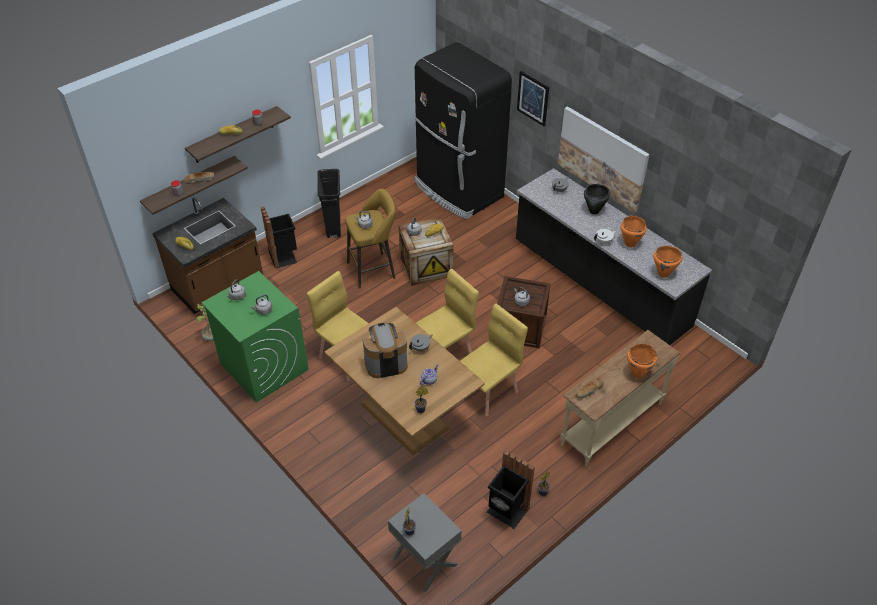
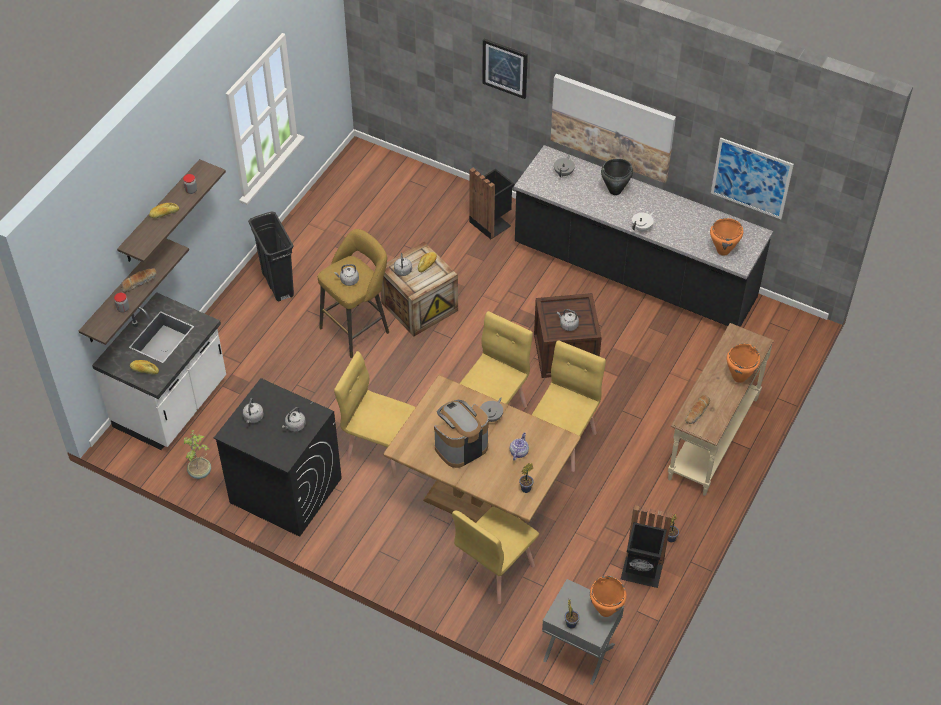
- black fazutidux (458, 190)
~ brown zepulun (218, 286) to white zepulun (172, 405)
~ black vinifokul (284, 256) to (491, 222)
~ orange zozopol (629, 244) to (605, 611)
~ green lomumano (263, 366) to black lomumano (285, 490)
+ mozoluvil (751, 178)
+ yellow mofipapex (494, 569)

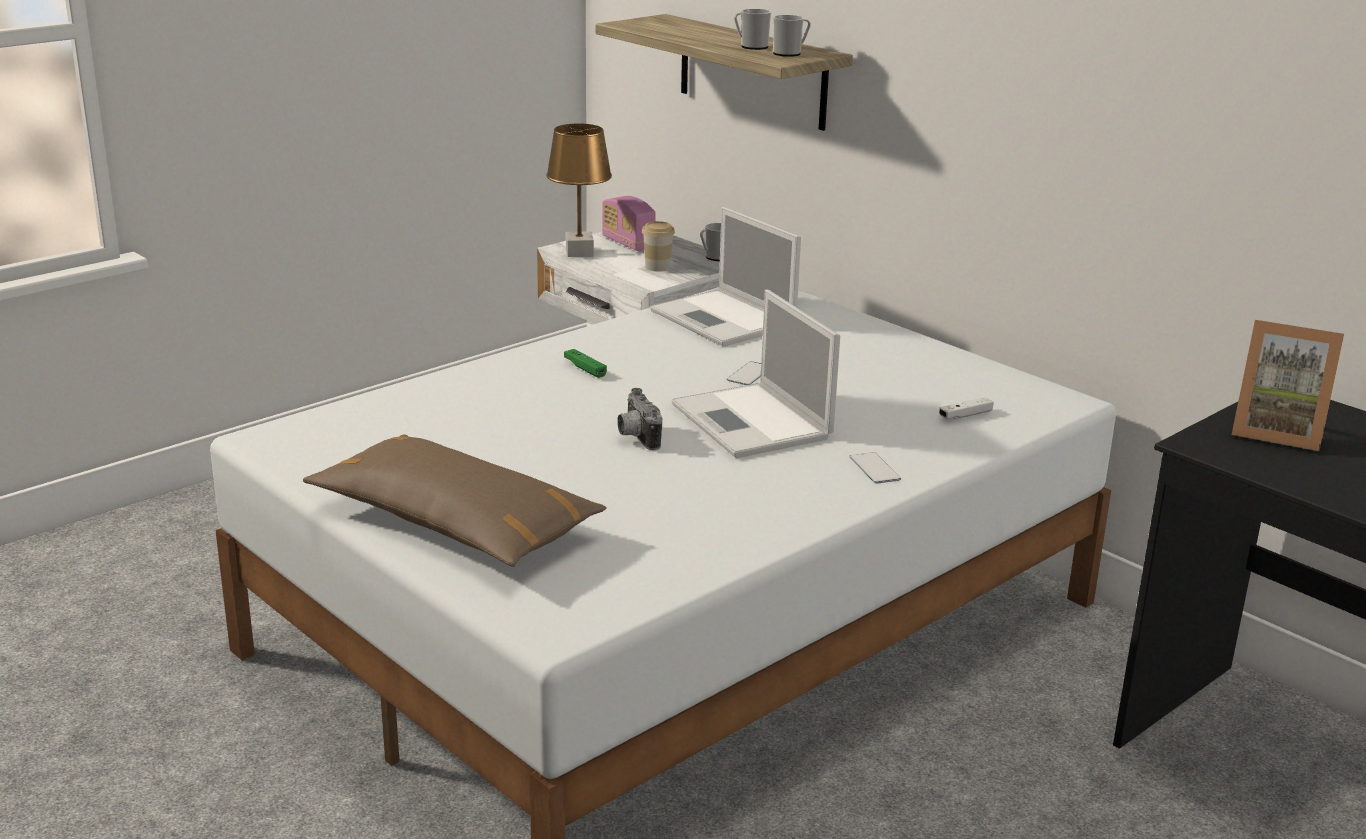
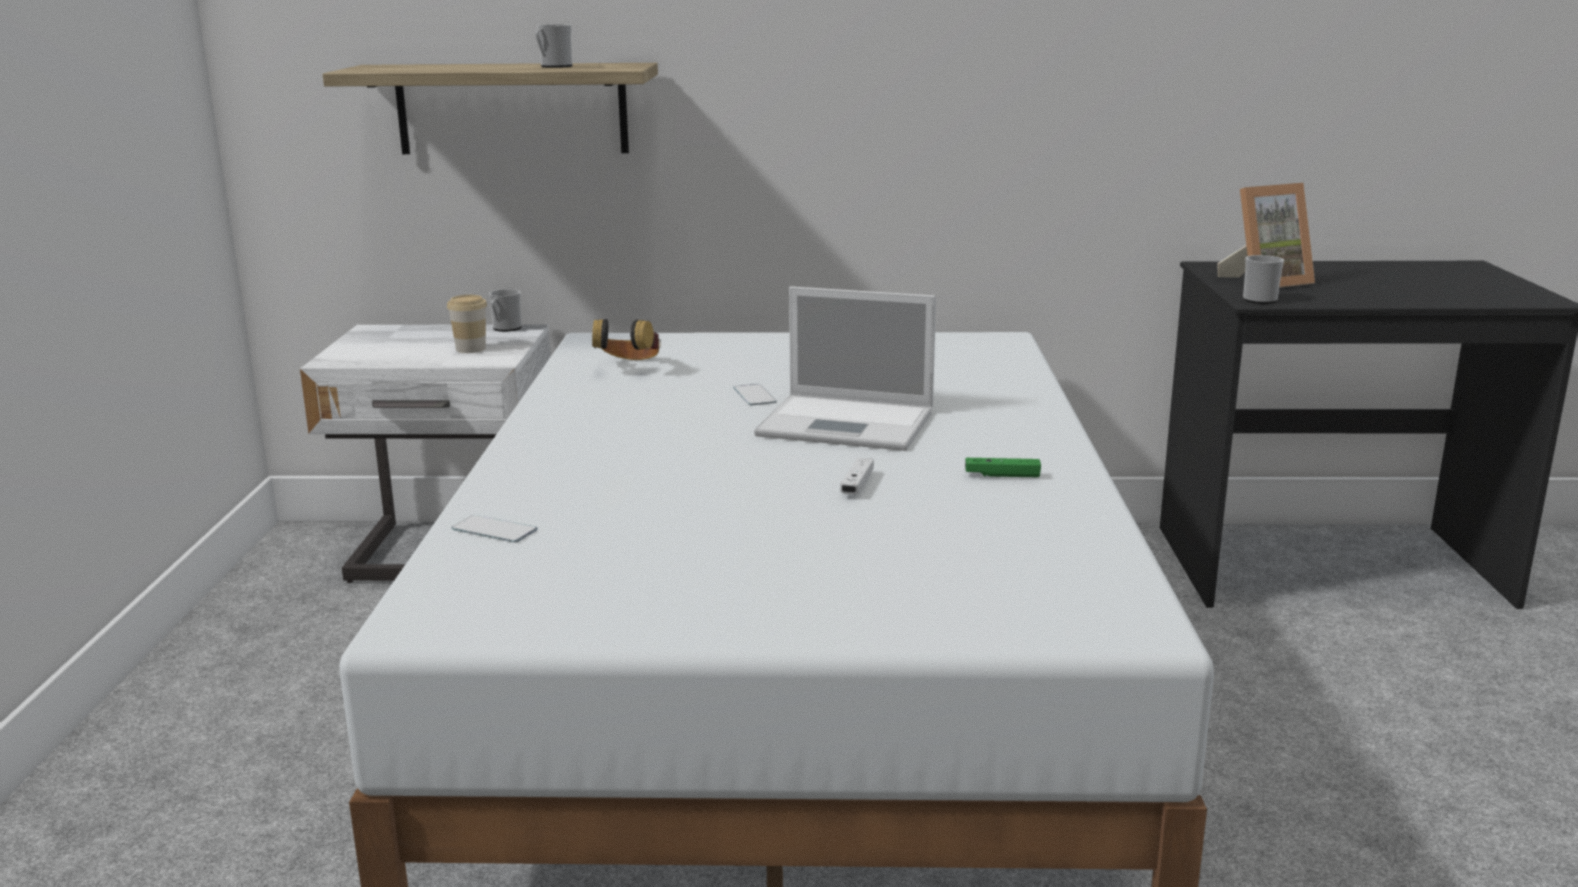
~ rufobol (790, 53) to (1261, 299)
- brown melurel (580, 252)
- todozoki (628, 243)
~ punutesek (725, 319) to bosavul (628, 368)
~ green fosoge (585, 369) to (1002, 475)
- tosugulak (635, 437)
~ white fosoge (965, 415) to (857, 485)
- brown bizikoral (454, 523)
~ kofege (874, 468) to (494, 530)

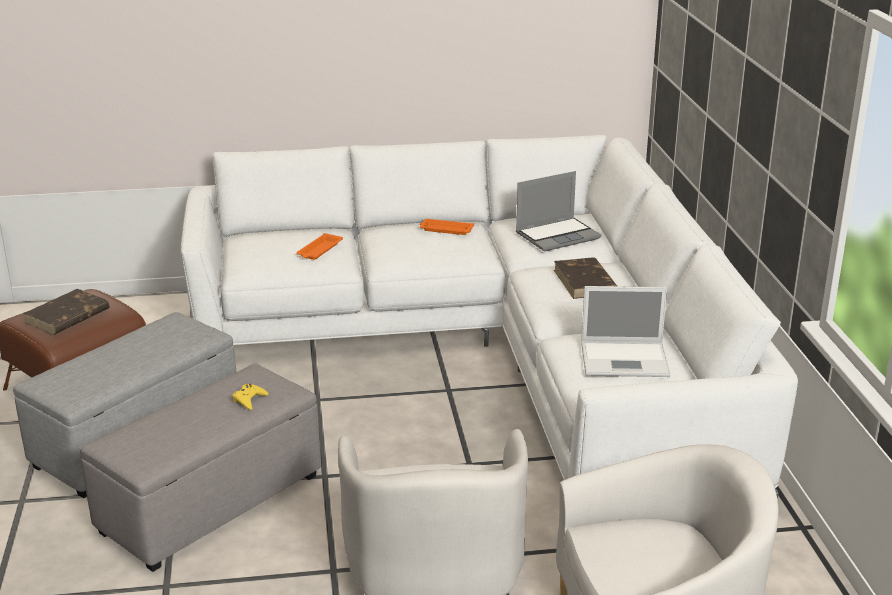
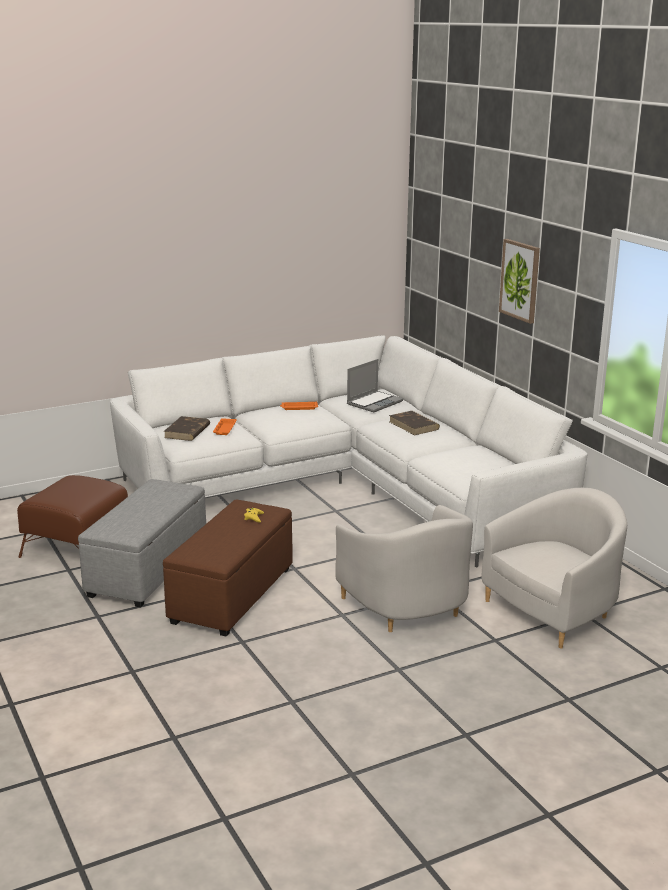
- punutesek (626, 359)
~ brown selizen (67, 316) to (187, 431)
~ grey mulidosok (210, 504) to brown mulidosok (231, 596)
+ mozoluvil (520, 280)

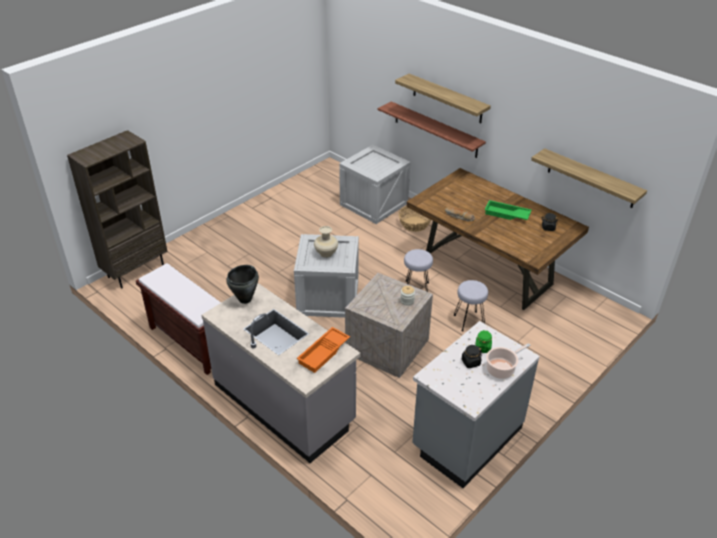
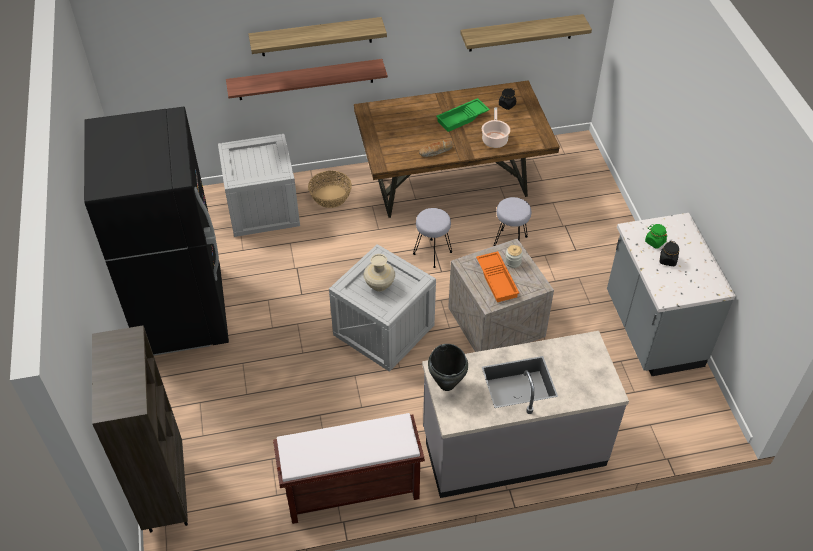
~ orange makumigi (324, 353) to (498, 279)
~ zozopol (502, 369) to (494, 139)
+ black fazutidux (182, 312)

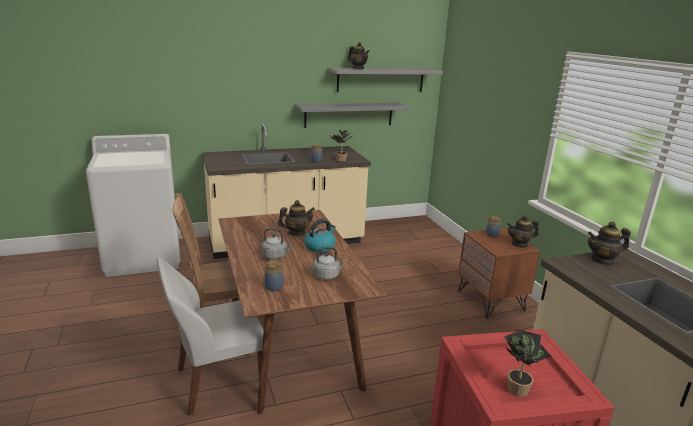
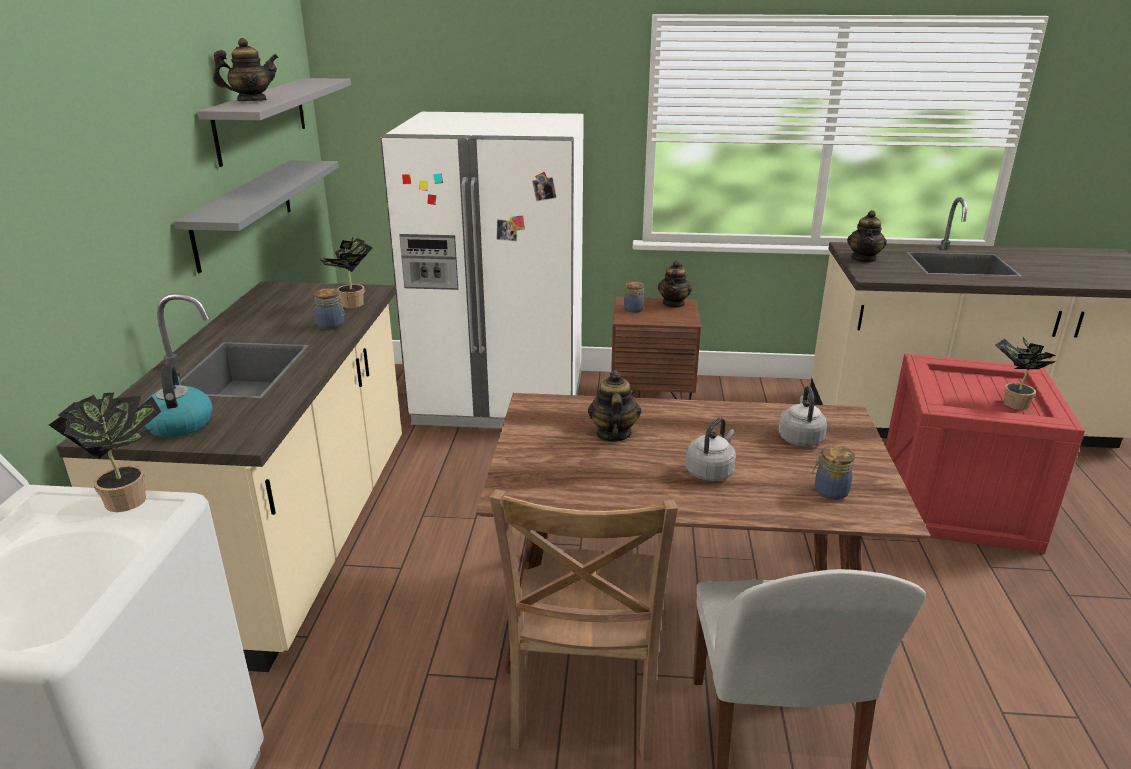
~ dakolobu (320, 247) to (179, 424)
+ white fazutidux (500, 399)
+ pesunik (131, 498)

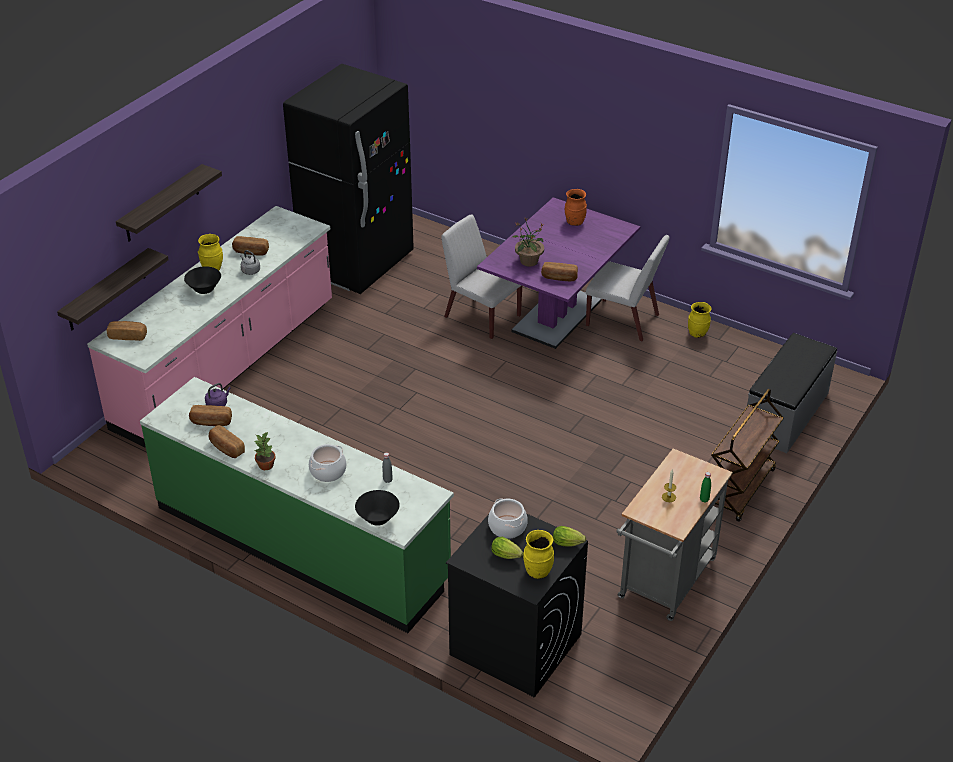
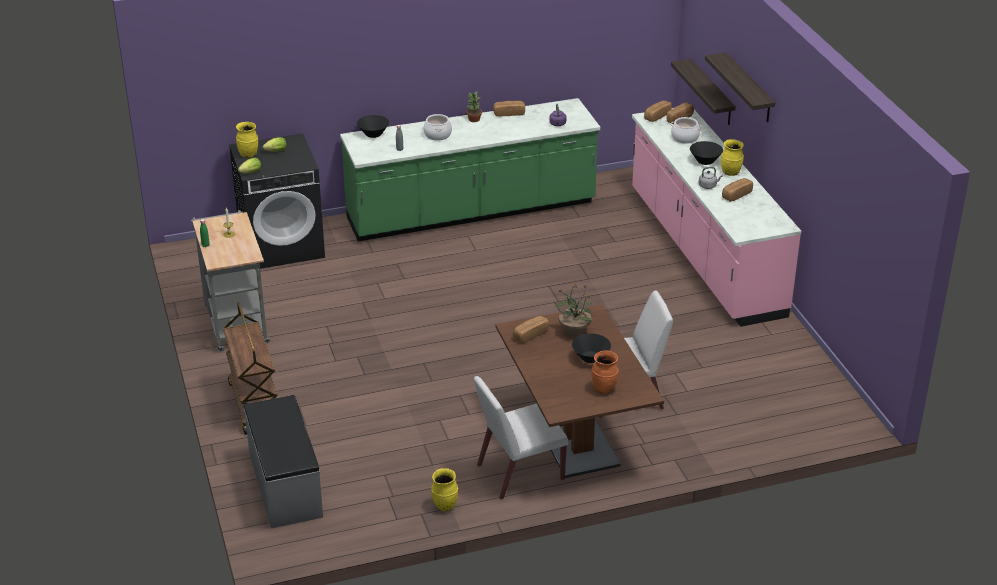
- black fazutidux (357, 263)
~ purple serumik (557, 316) to brown serumik (574, 438)
~ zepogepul (211, 422) to (656, 116)
~ zozopol (507, 527) to (684, 138)
+ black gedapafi (590, 358)

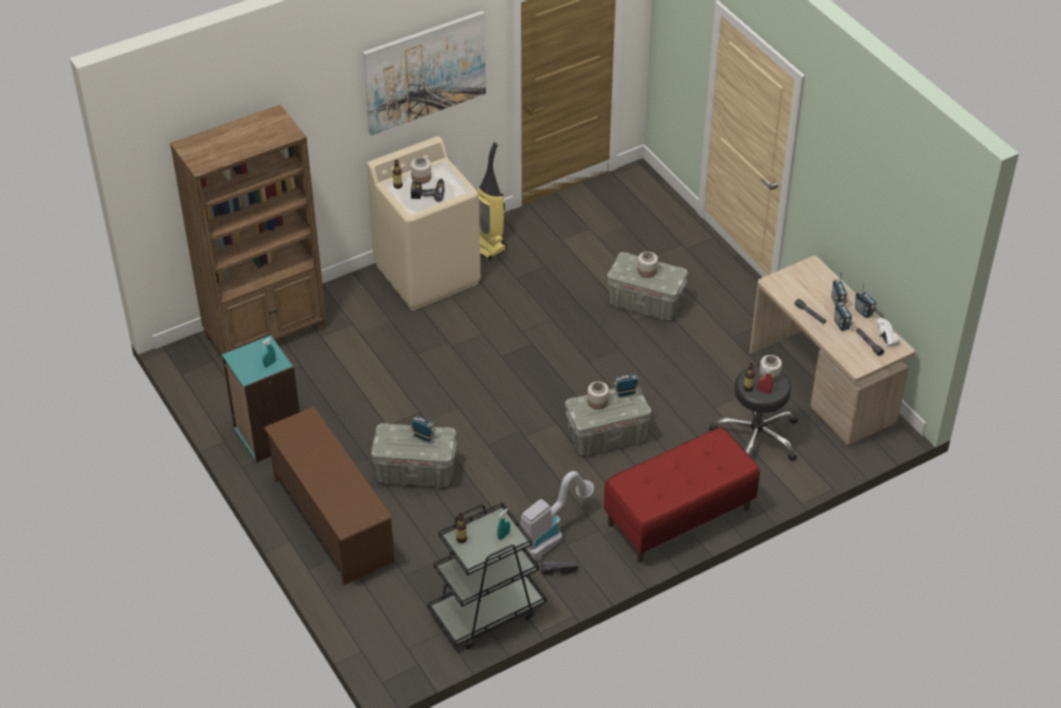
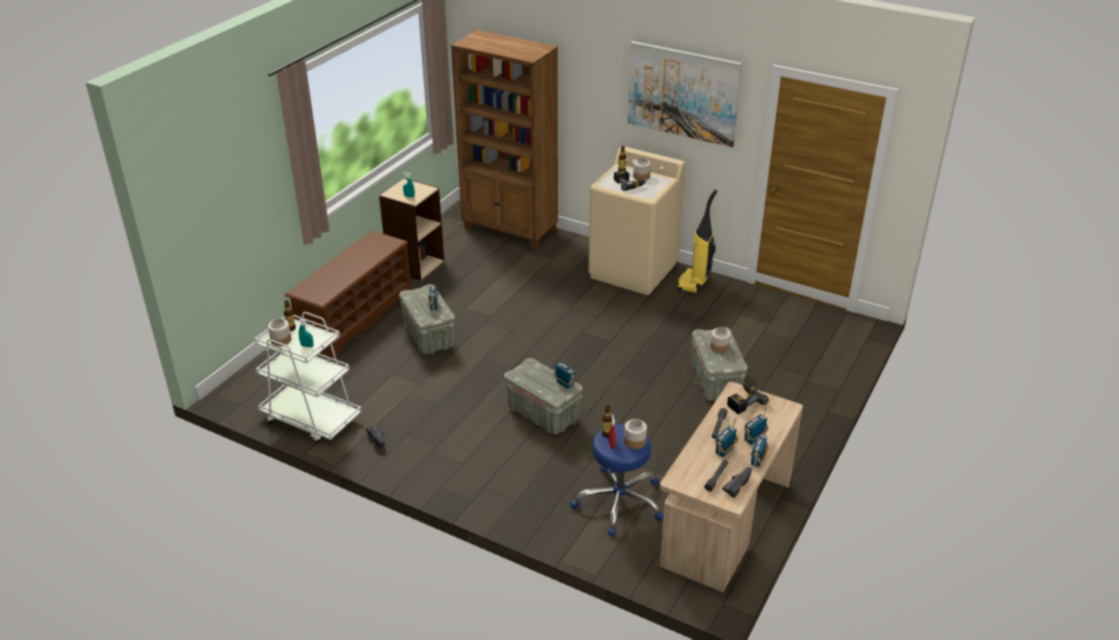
~ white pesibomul (884, 337) to black pesibomul (736, 485)
~ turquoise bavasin (267, 435) to beige bavasin (415, 265)
~ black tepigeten (757, 436) to blue tepigeten (619, 502)
~ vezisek (598, 402) to (281, 340)
- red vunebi (679, 517)
- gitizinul (550, 534)
~ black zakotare (486, 612) to white zakotare (311, 418)
+ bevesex (743, 401)

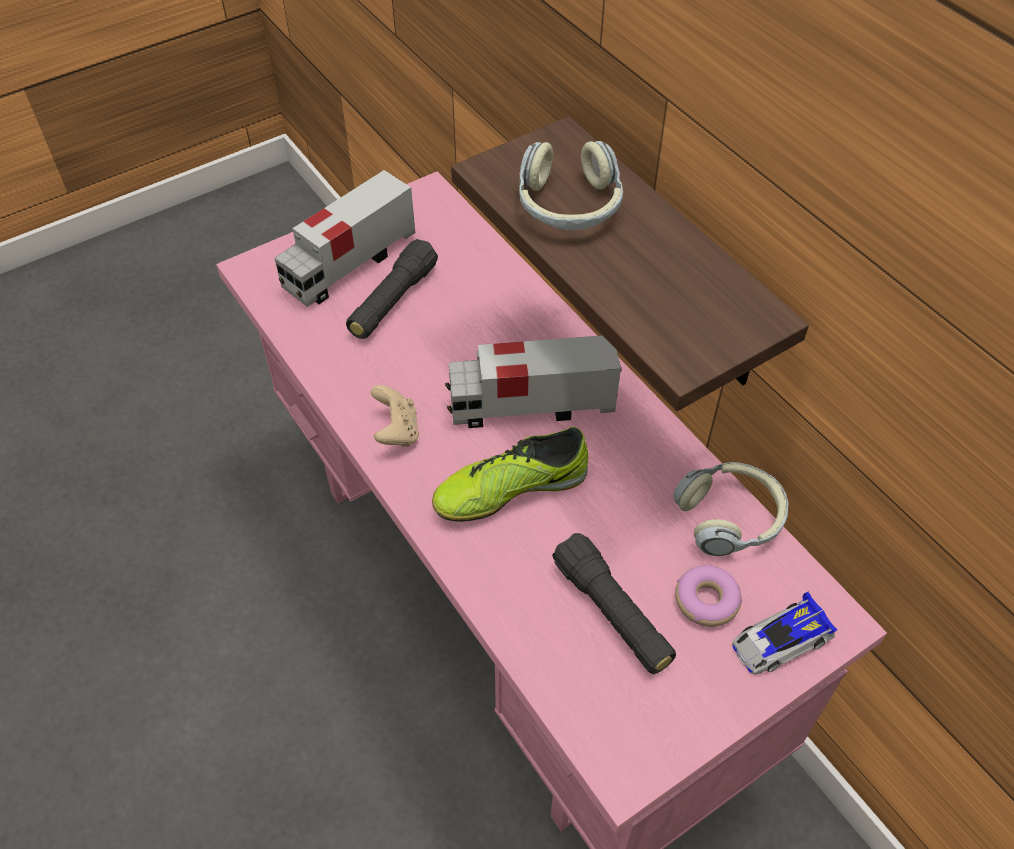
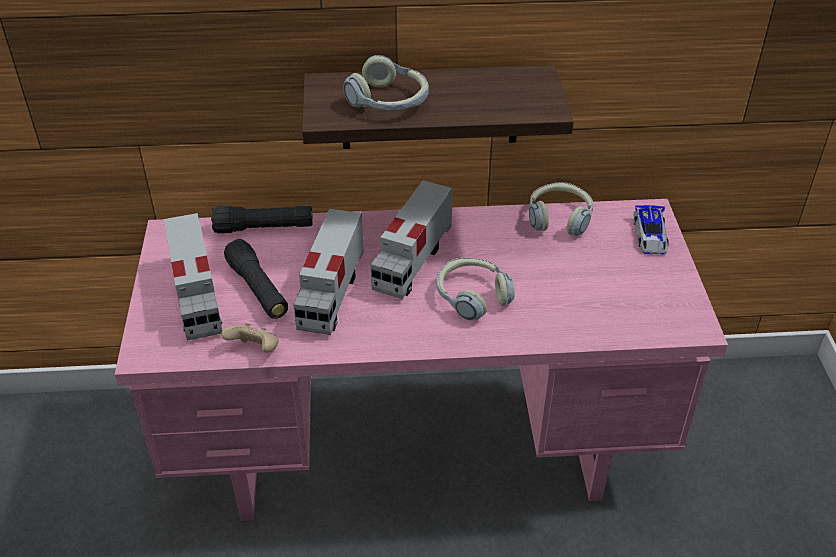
~ beige fosoge (396, 431) to (255, 350)
~ pesibomul (510, 489) to bosavul (472, 296)
~ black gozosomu (612, 613) to (264, 228)
- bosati (707, 600)
+ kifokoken (331, 293)

